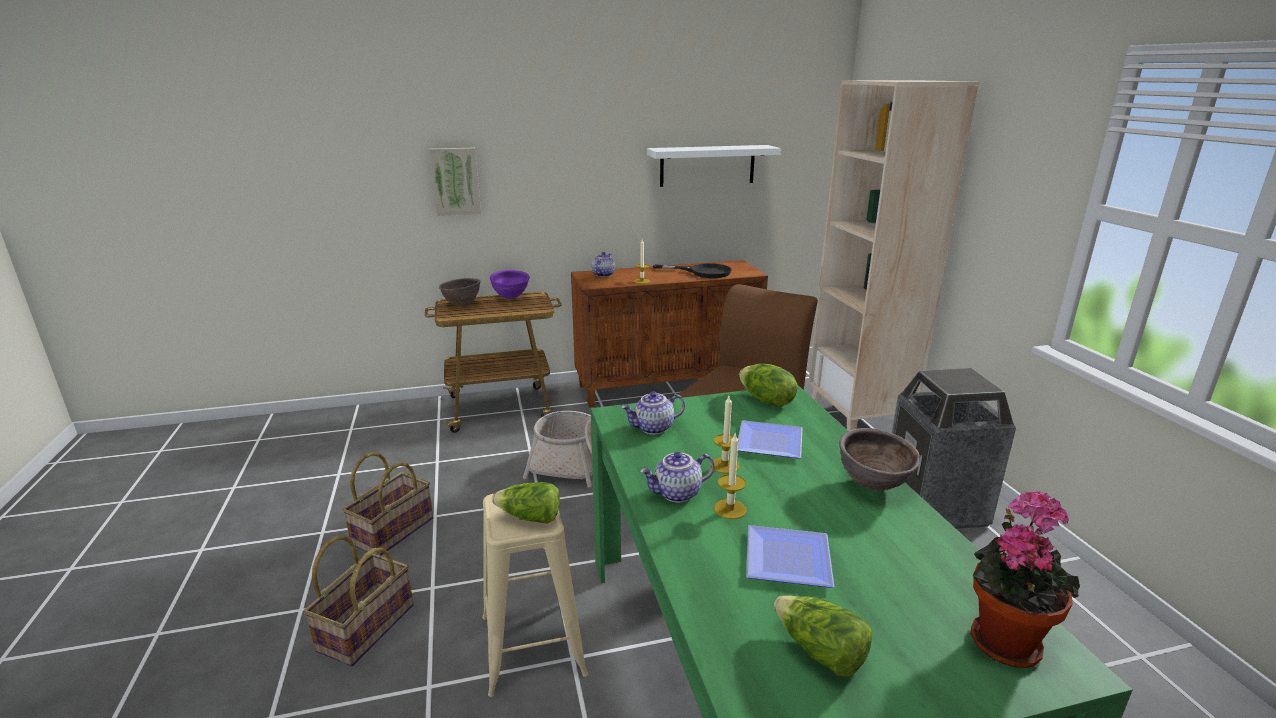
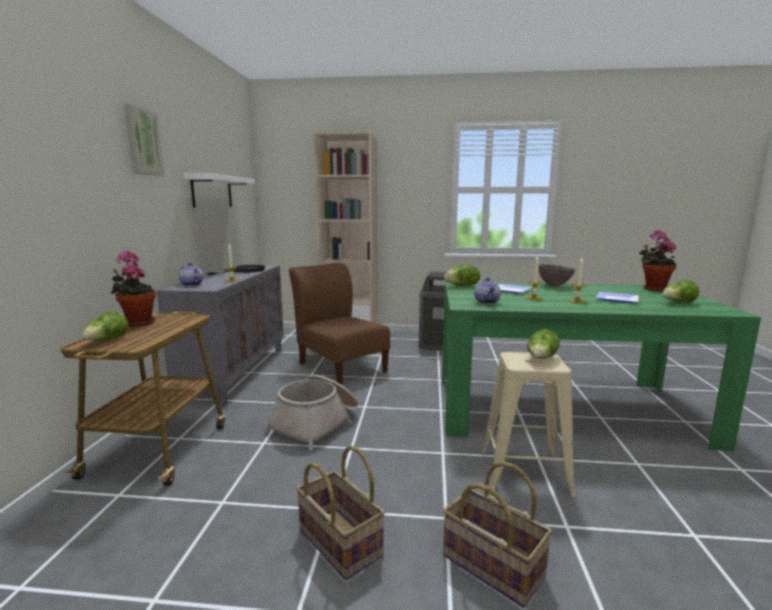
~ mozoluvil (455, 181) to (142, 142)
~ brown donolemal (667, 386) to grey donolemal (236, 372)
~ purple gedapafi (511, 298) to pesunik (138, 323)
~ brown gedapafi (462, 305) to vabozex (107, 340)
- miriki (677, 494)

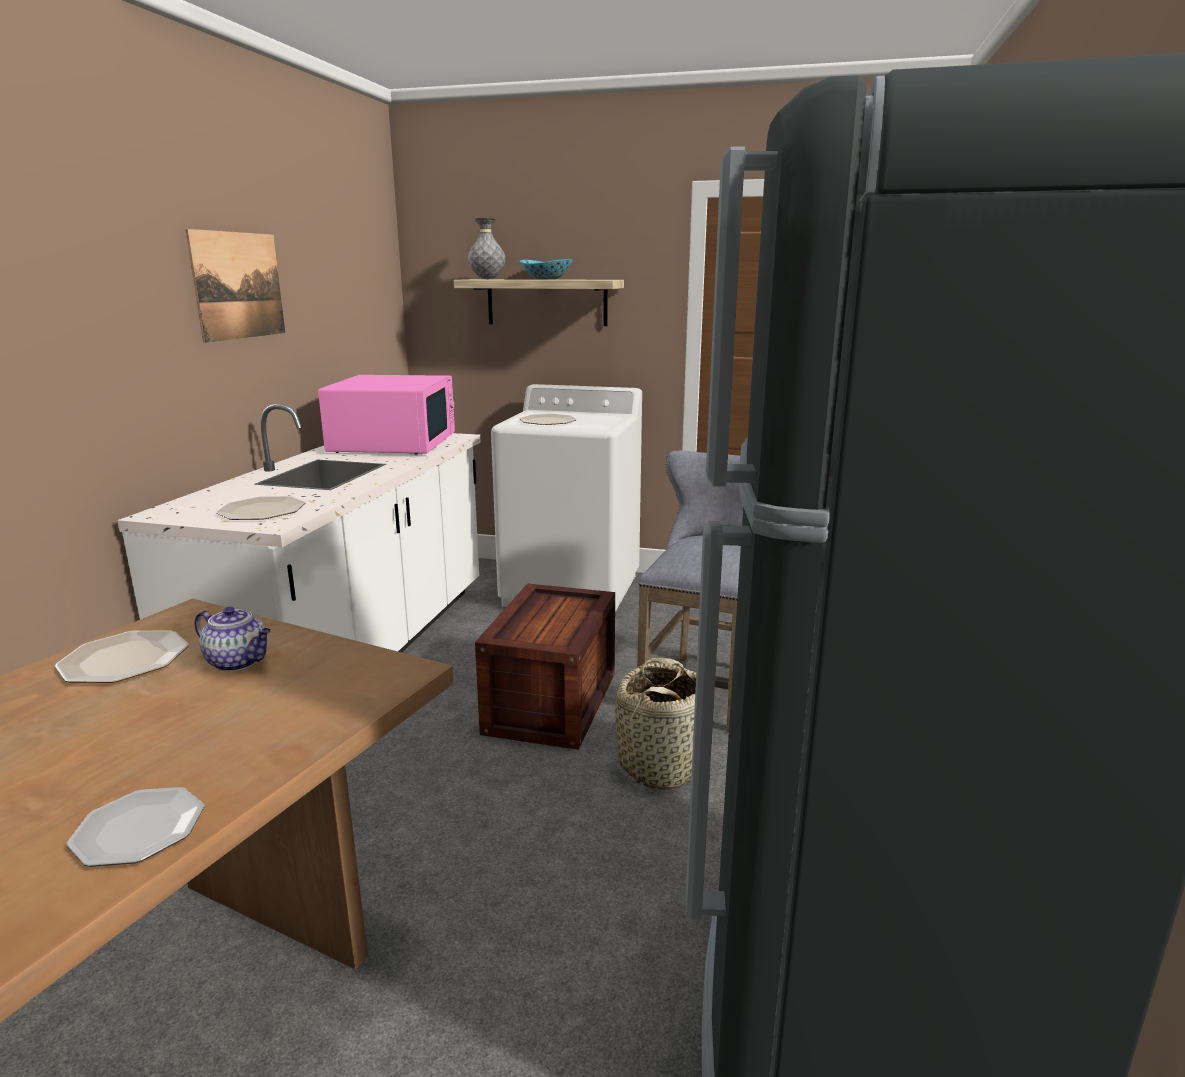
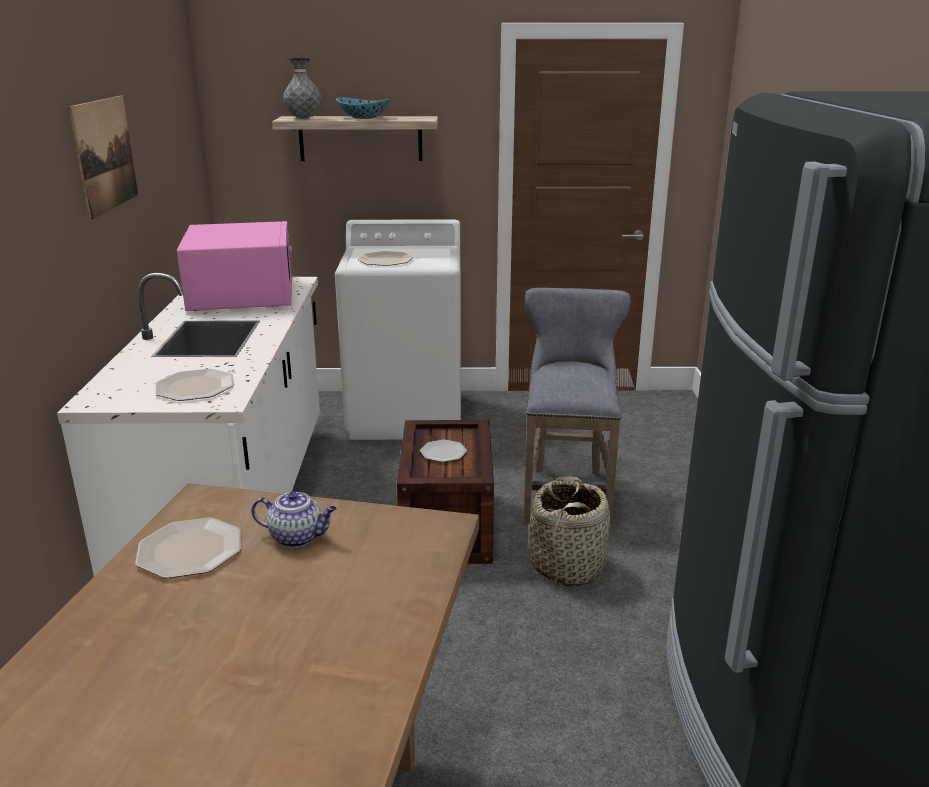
~ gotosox (140, 829) to (443, 452)

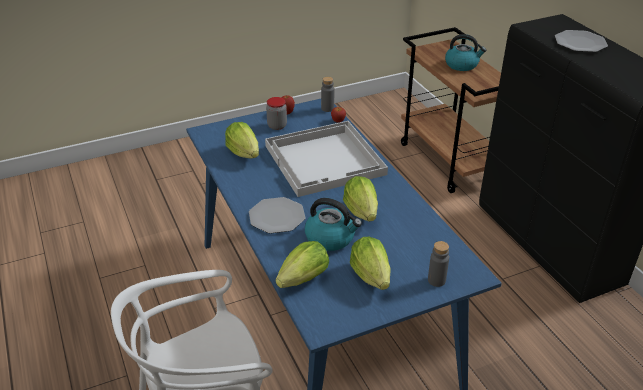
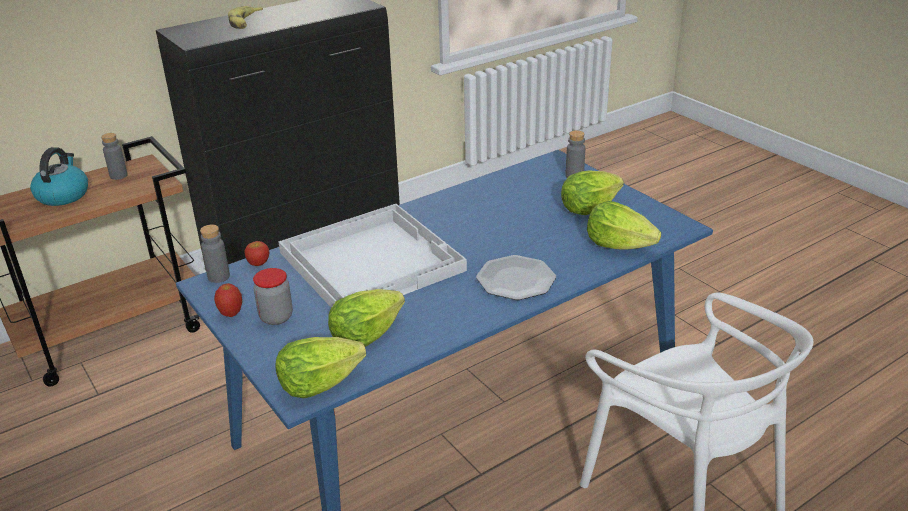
~ gotosox (580, 43) to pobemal (245, 23)
~ vabozex (361, 211) to (318, 384)
- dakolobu (331, 238)
+ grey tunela (118, 175)

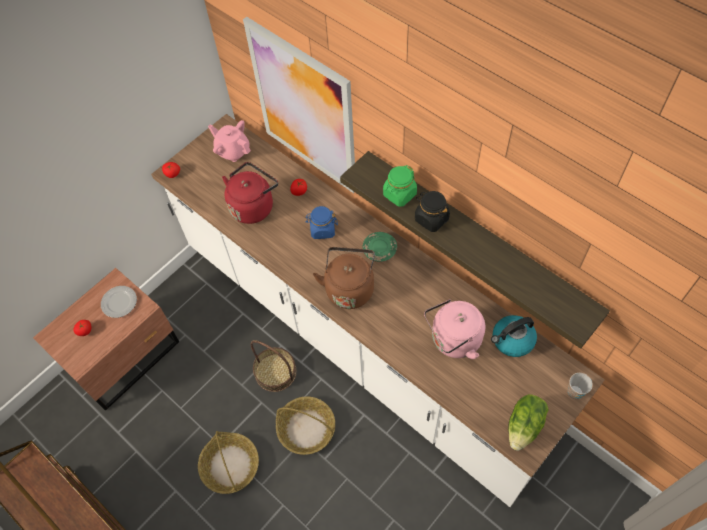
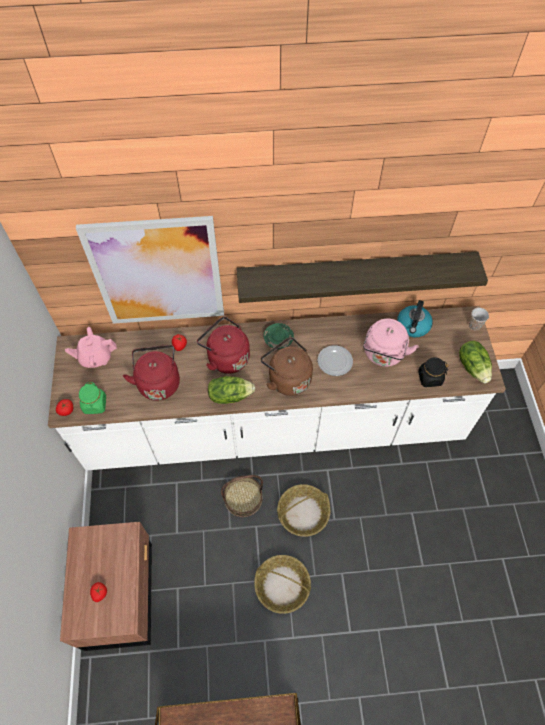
~ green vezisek (399, 194) to (95, 404)
~ black vezisek (431, 219) to (429, 378)
~ blue vezisek (322, 230) to red dakolobu (226, 357)
~ gotosox (119, 302) to (334, 362)
+ vabozex (230, 395)

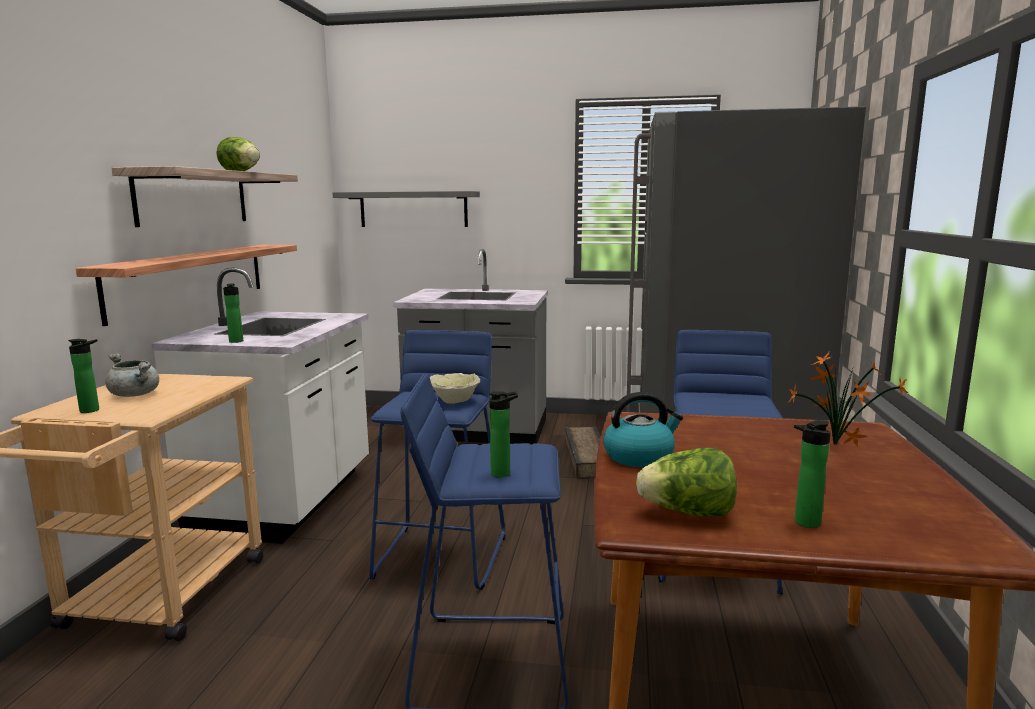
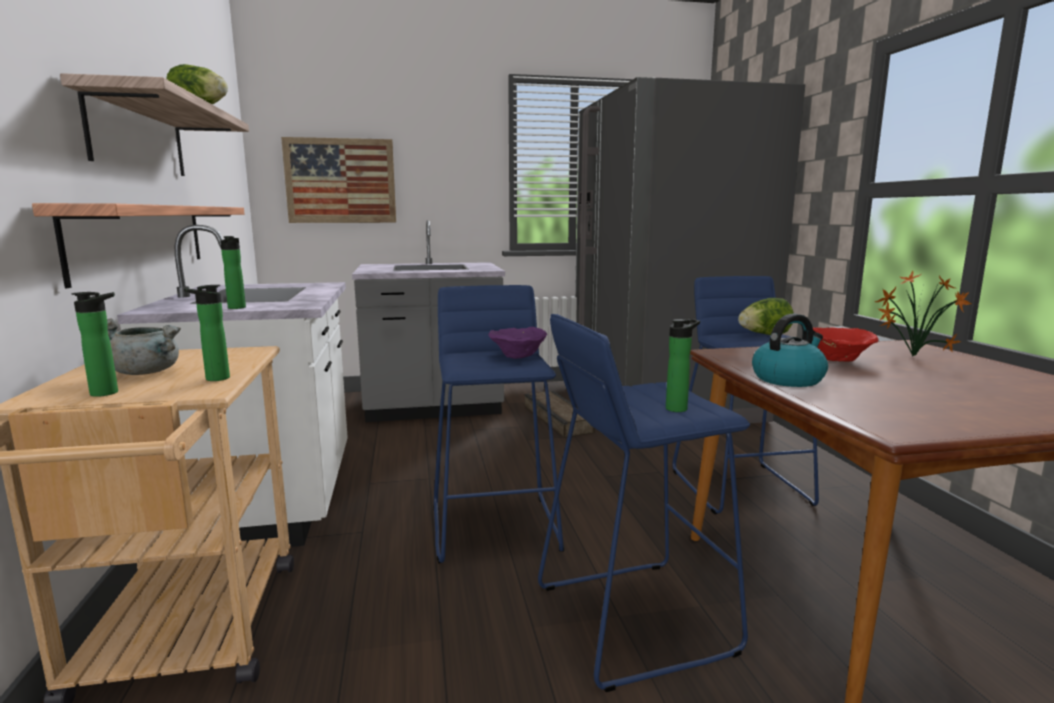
~ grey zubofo (413, 209) to mozoluvil (340, 181)
~ beige gedapafi (453, 400) to purple gedapafi (516, 356)
~ tunela (804, 523) to (213, 379)
~ vabozex (688, 513) to (764, 335)
+ red gedapafi (839, 360)

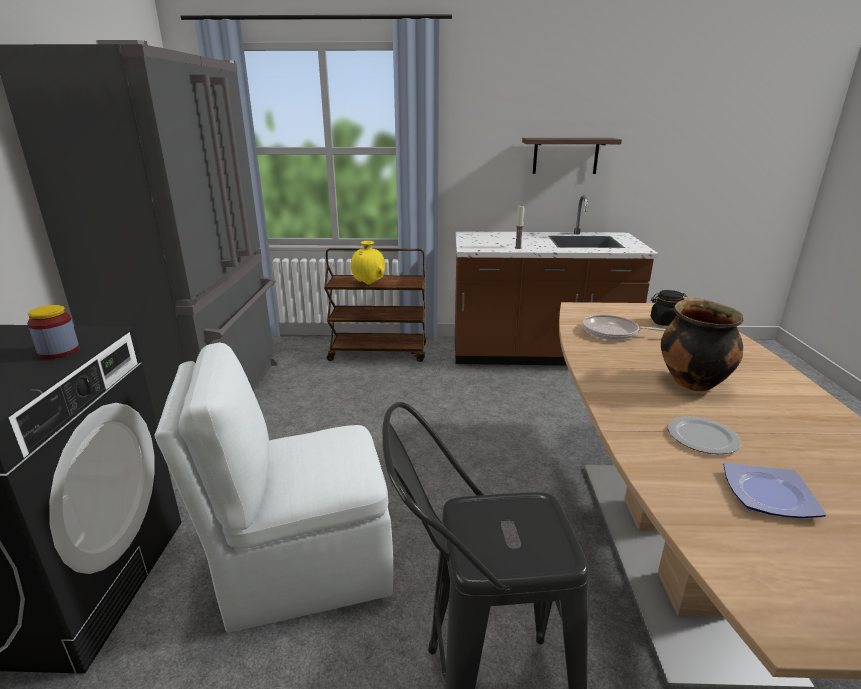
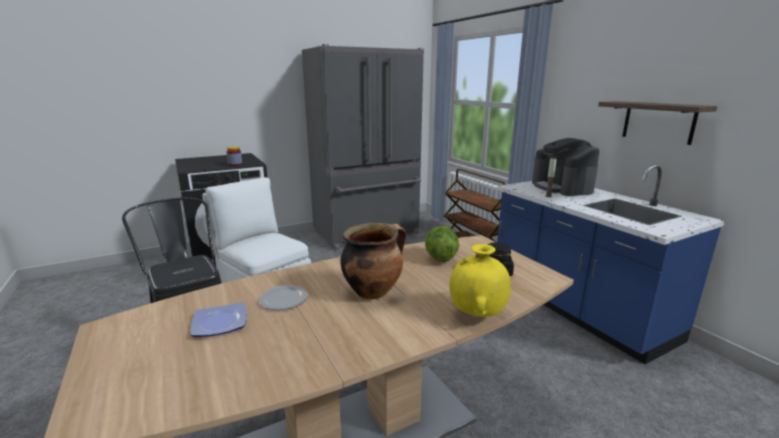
~ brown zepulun (538, 354) to blue zepulun (576, 309)
~ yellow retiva (369, 284) to (477, 315)
~ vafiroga (613, 332) to vabozex (440, 258)
+ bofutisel (562, 187)

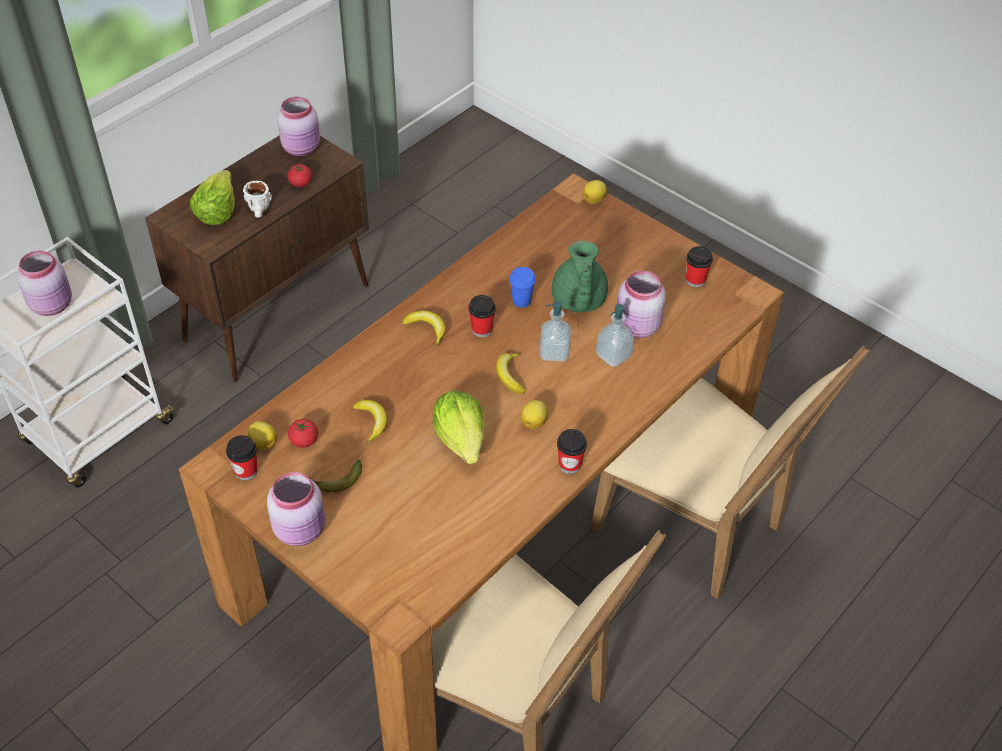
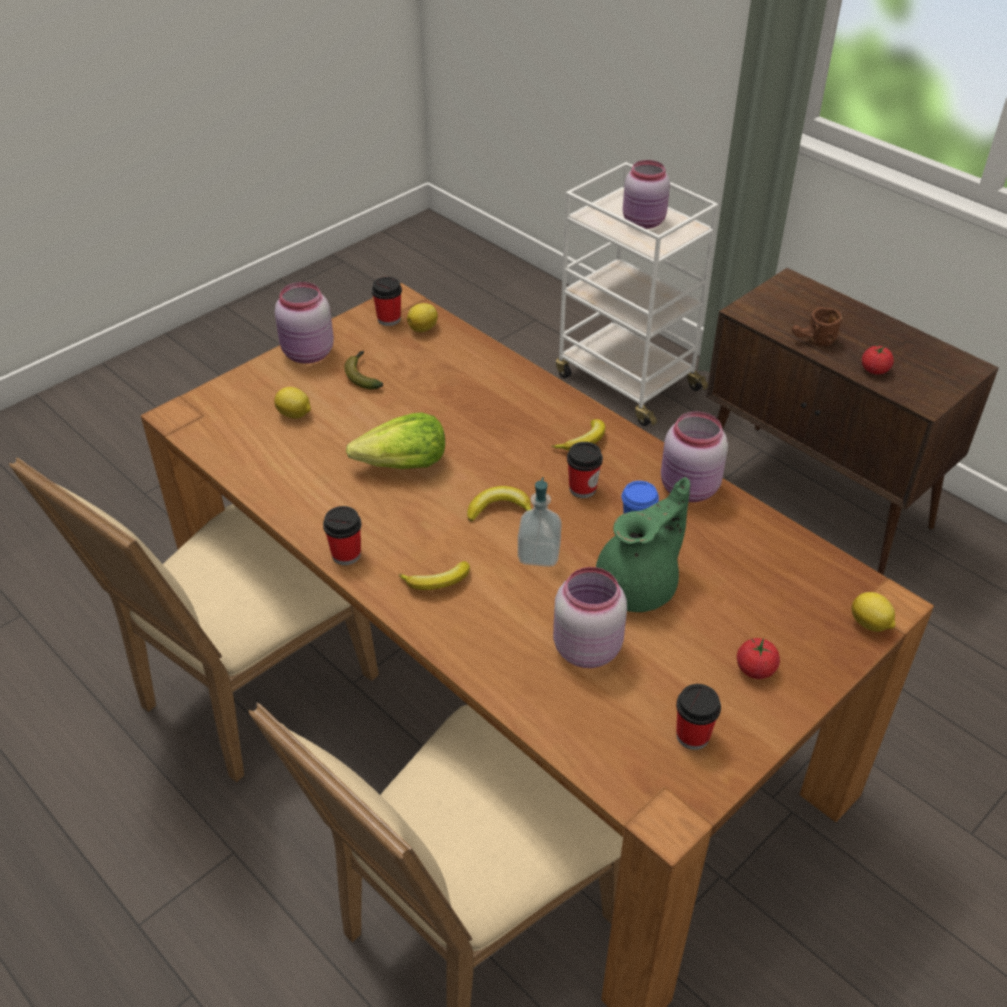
~ pink vezisek (302, 148) to (689, 489)
- vabozex (217, 211)
~ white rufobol (260, 211) to brown rufobol (813, 342)
~ green miriki (578, 300) = (639, 586) 135 degrees clockwise
- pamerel (613, 356)
~ pobemal (372, 422) to (437, 582)
~ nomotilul (534, 422) to (295, 415)
~ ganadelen (304, 440) to (755, 669)

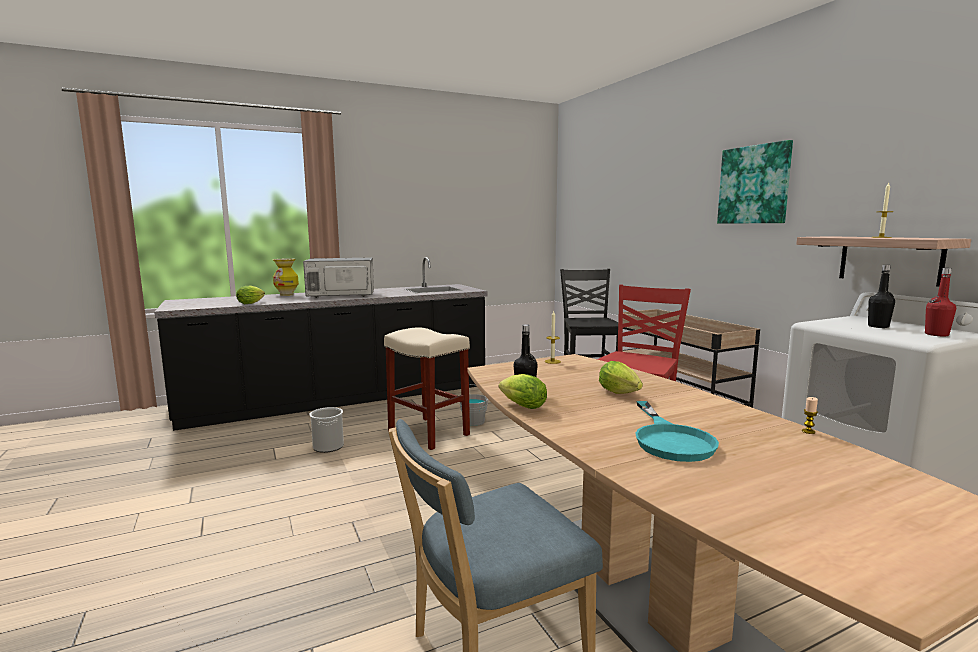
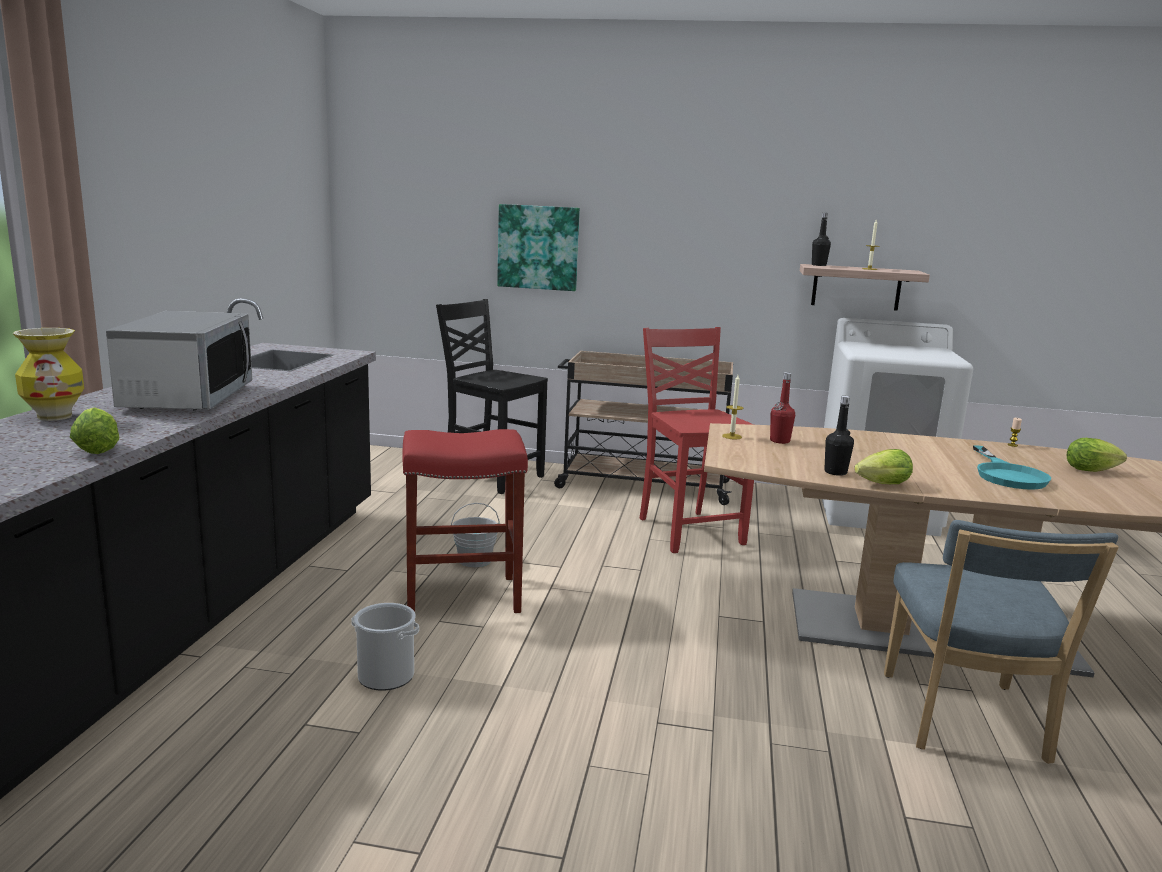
~ mozoluvil (754, 185) to (538, 247)
~ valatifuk (341, 295) = (187, 397) 150 degrees clockwise
~ black tunela (878, 326) to (818, 265)
~ red tunela (936, 334) to (779, 441)
~ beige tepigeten (429, 433) to red tepigeten (464, 596)
~ vabozex (621, 394) to (1093, 471)
~ turquoise vafiroga (670, 439) = (1007, 475) 60 degrees clockwise

